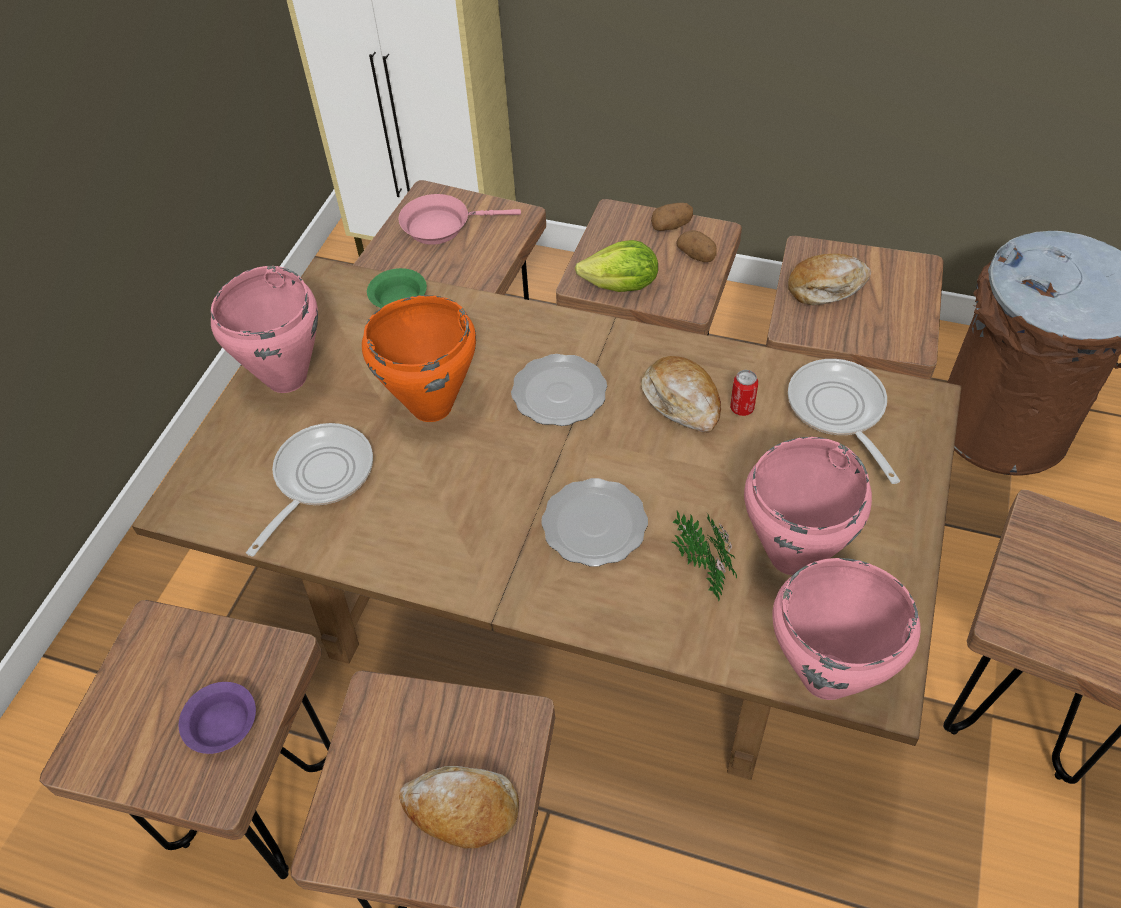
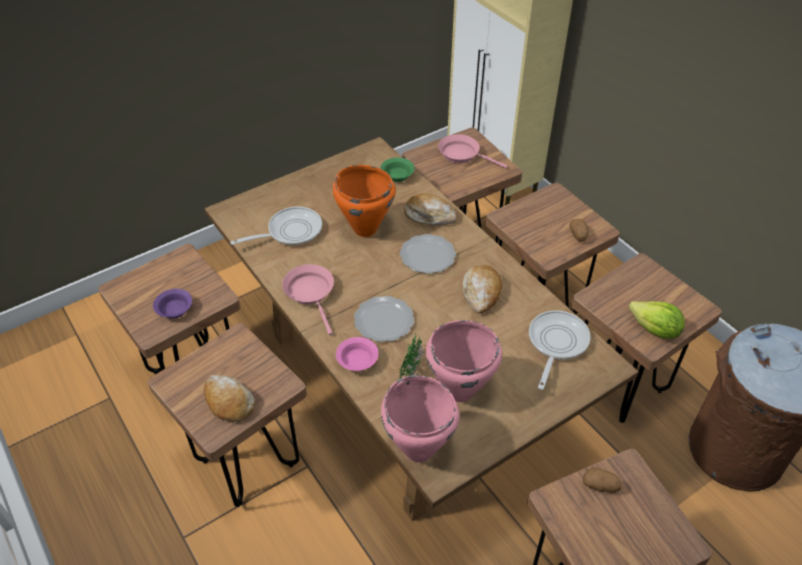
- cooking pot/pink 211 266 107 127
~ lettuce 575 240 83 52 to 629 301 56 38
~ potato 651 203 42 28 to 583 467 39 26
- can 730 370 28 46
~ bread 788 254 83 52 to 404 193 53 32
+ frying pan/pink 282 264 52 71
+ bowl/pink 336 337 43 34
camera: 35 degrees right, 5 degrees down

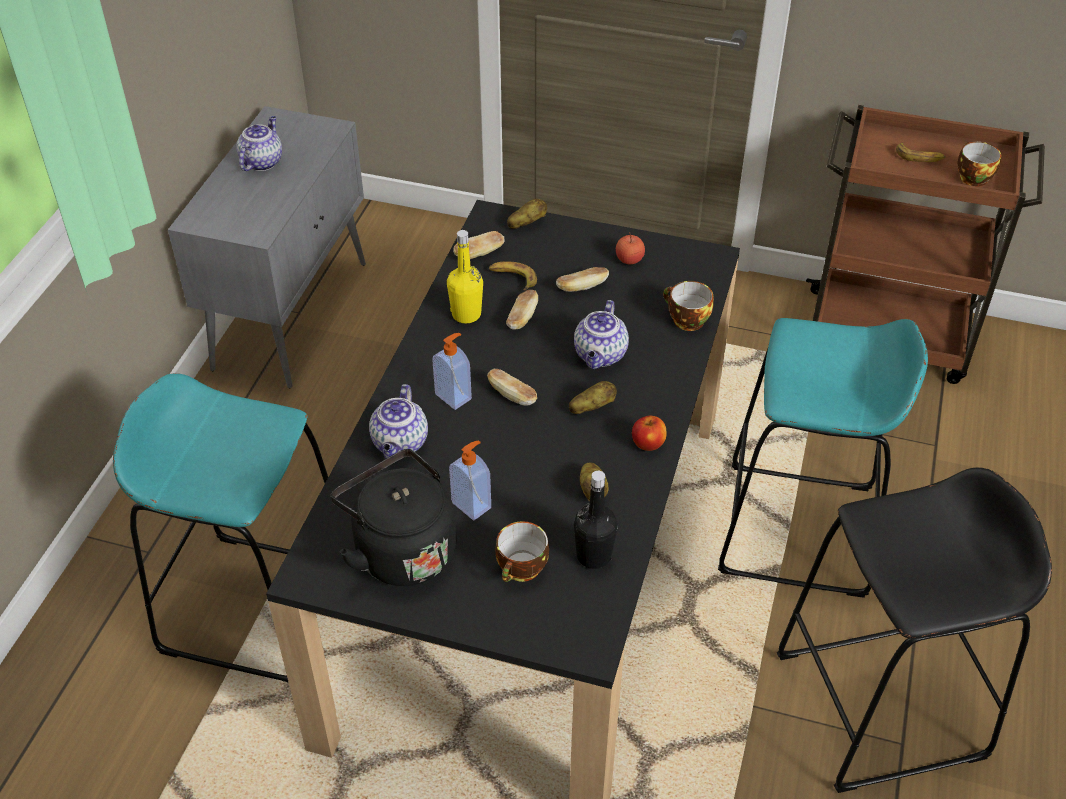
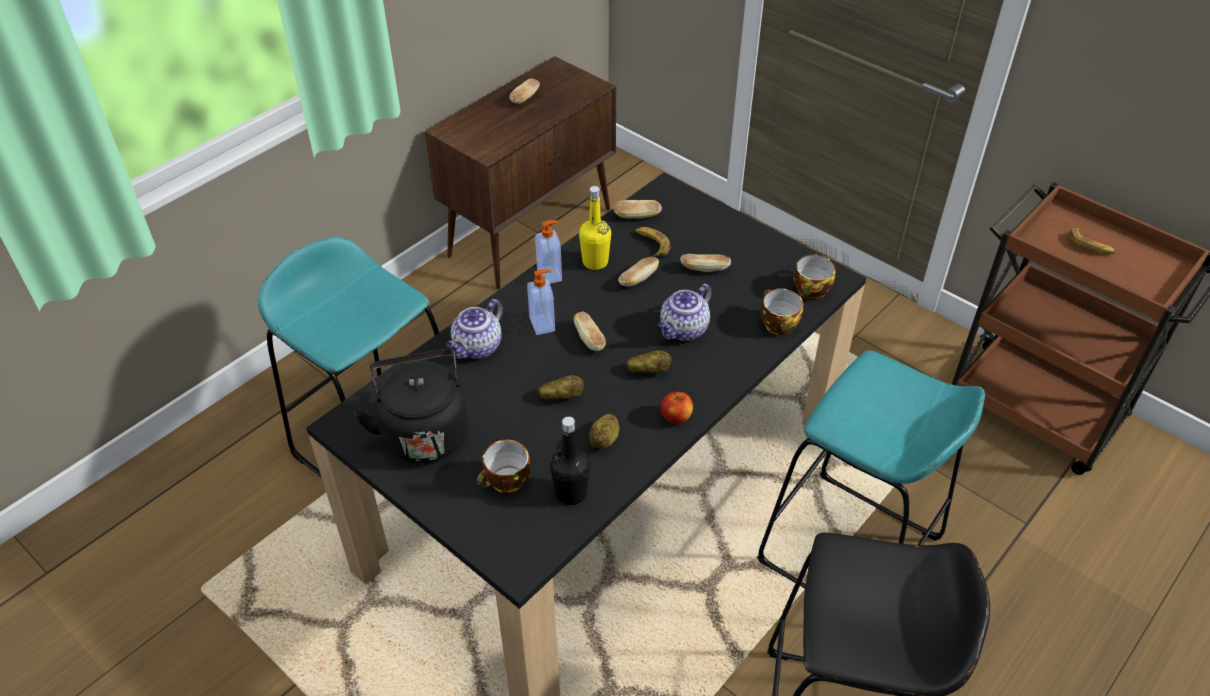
~ cabinet/grey 168 106 198 282 to cabinet/brown 425 56 191 233
~ teapot 236 116 46 55 to bread 509 78 31 26
~ soap dispenser 449 440 42 80 to 535 220 27 64
~ potato 507 199 40 30 to 538 375 46 25
- apple 616 232 29 32
~ cup 957 142 44 45 to 794 254 42 46
camera: 25 degrees right, 0 degrees up

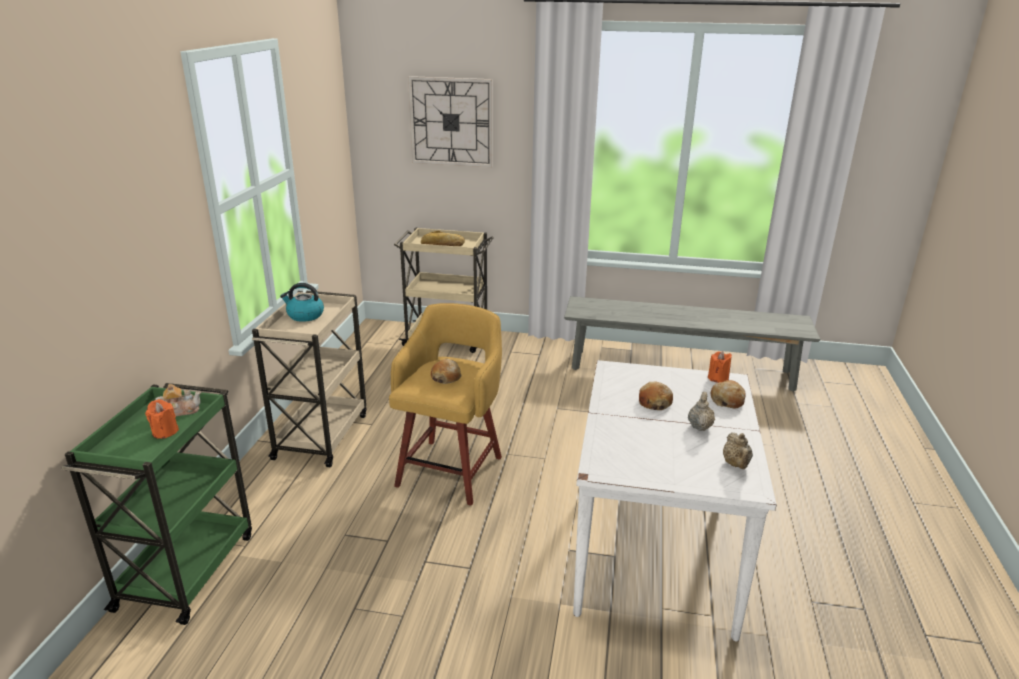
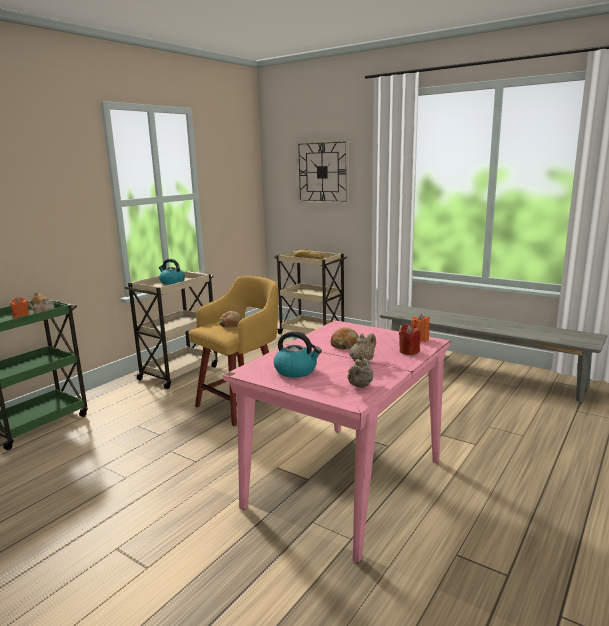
~ dining table/white 573 360 203 281 to dining table/pink 223 320 228 243
~ bread 710 380 36 29 to candle/red 399 324 21 31
+ kettle 274 331 48 47
camera: 25 degrees right, 10 degrees down

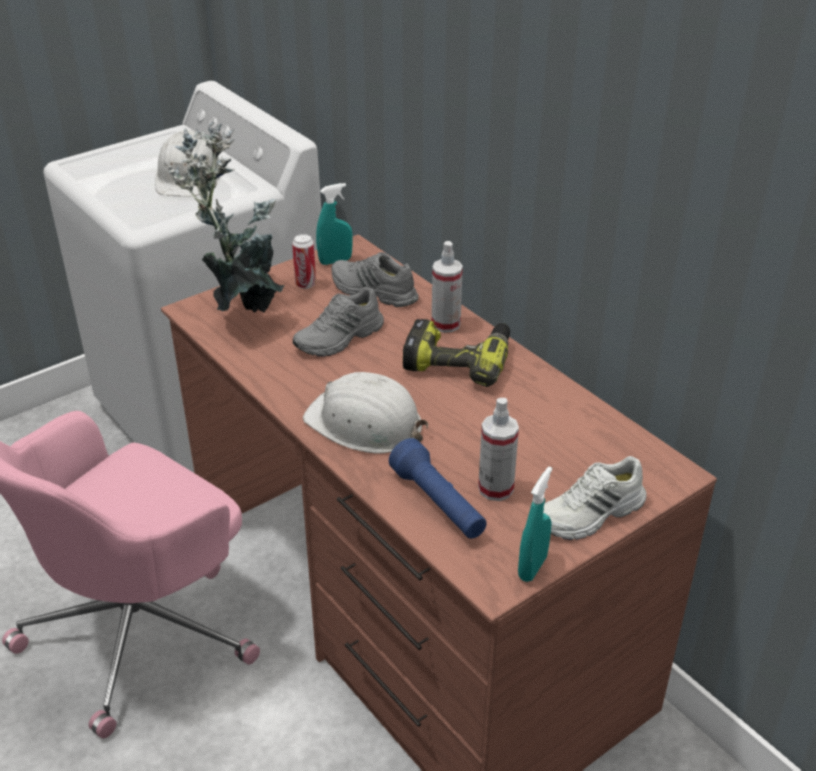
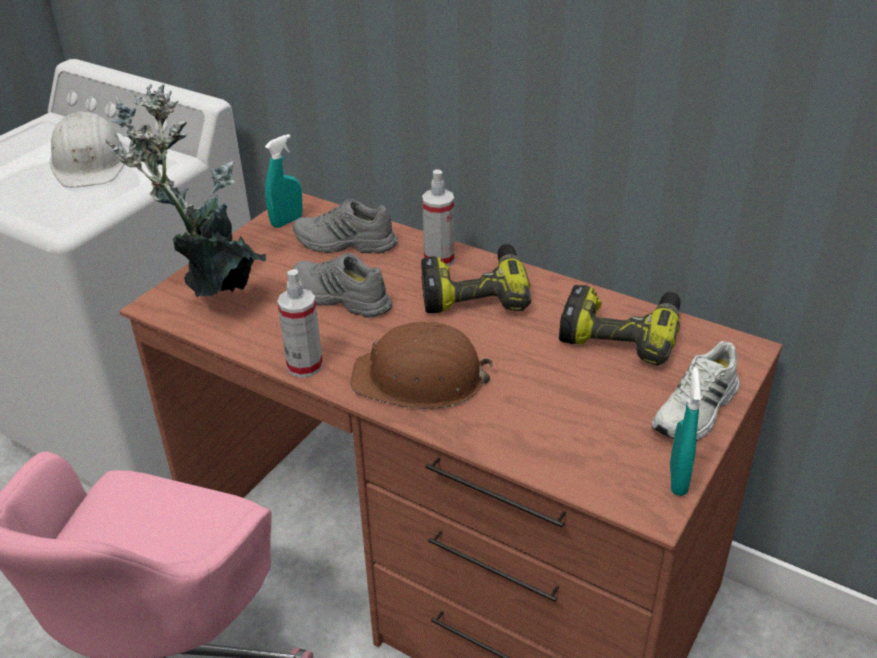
- can 292 234 24 55
~ shoe/grey 293 287 91 70 = 293 253 99 64 90 degrees clockwise
~ hard hat/white 303 372 126 82 to hard hat/brown 350 322 143 87
- flashlight/blue 389 438 98 101
~ spray bottle 478 398 41 103 to 277 269 46 109
+ power drill 559 285 121 81
camera: 20 degrees left, 0 degrees up

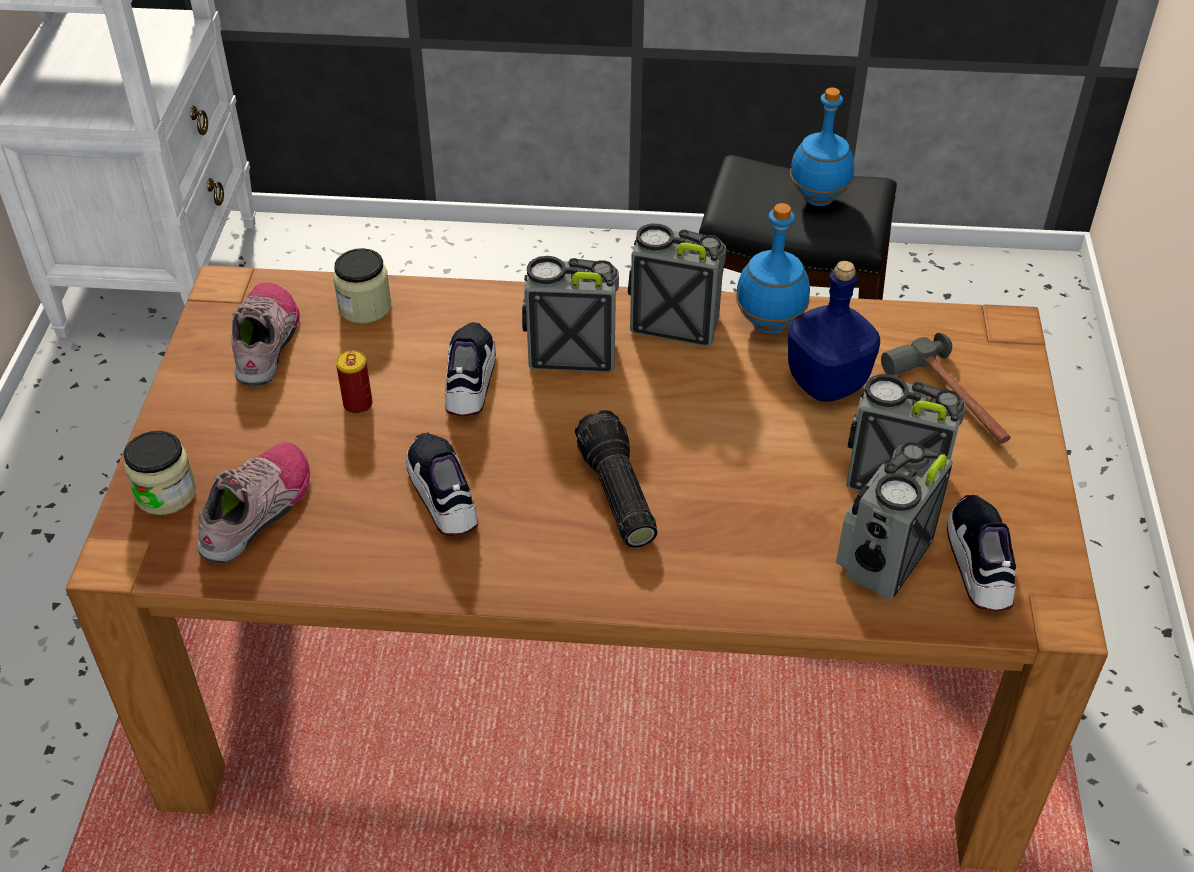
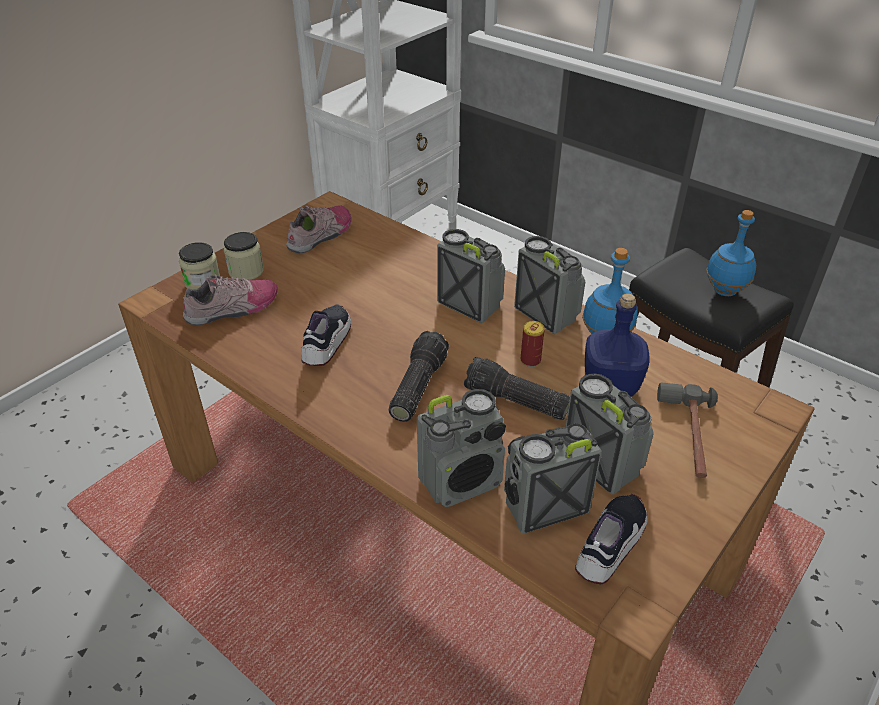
~ jar 333 248 58 76 to 224 232 40 48
~ can 336 351 36 63 to 520 321 25 46
- shoe 445 322 51 94
+ radio 417 389 89 118
+ flashlight 464 357 106 63
camera: 35 degrees right, 5 degrees down

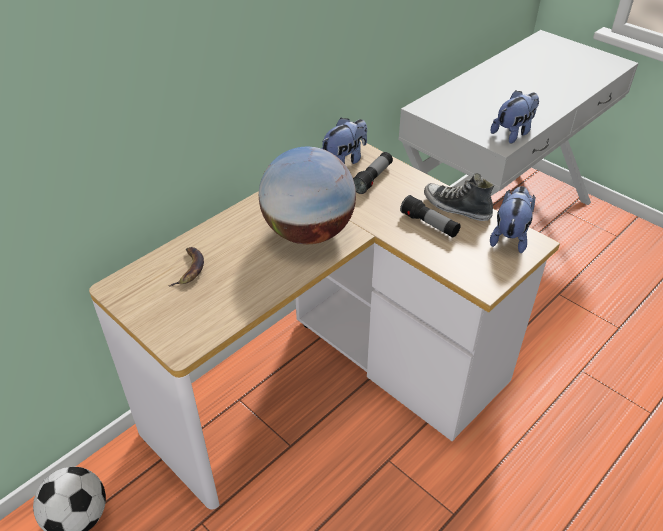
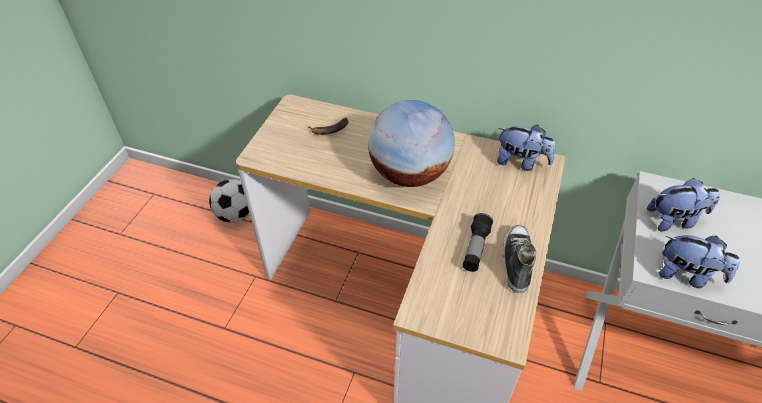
- flashlight 353 152 40 42
~ plush toy 490 186 45 67 to 647 178 73 54
camera: 65 degrees right, 5 degrees up

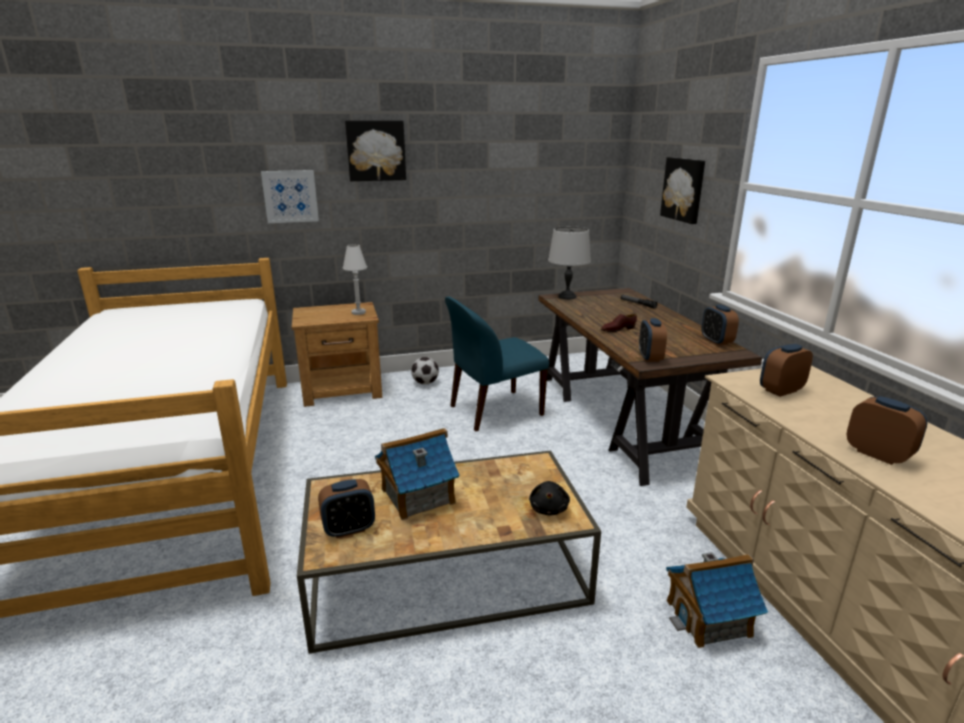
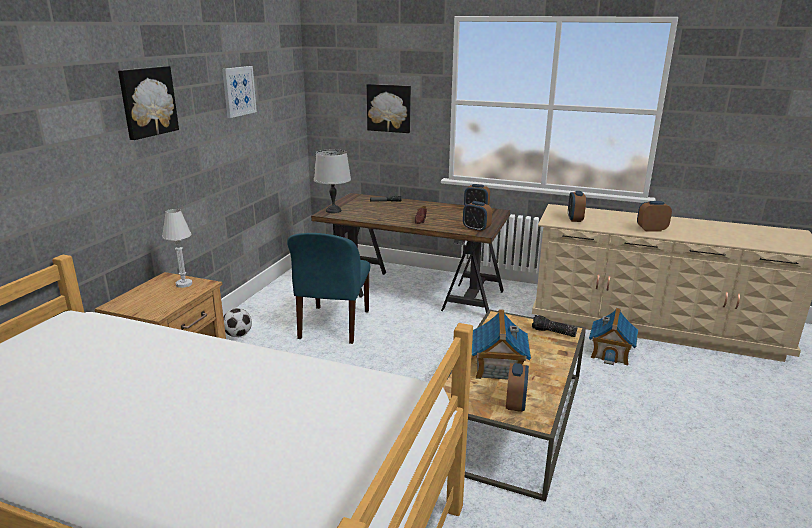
~ picture 261 170 58 53 to 222 66 35 52
~ plush toy/black 529 481 41 34 to flashlight 532 315 45 22
camera: 55 degrees left, 0 degrees up

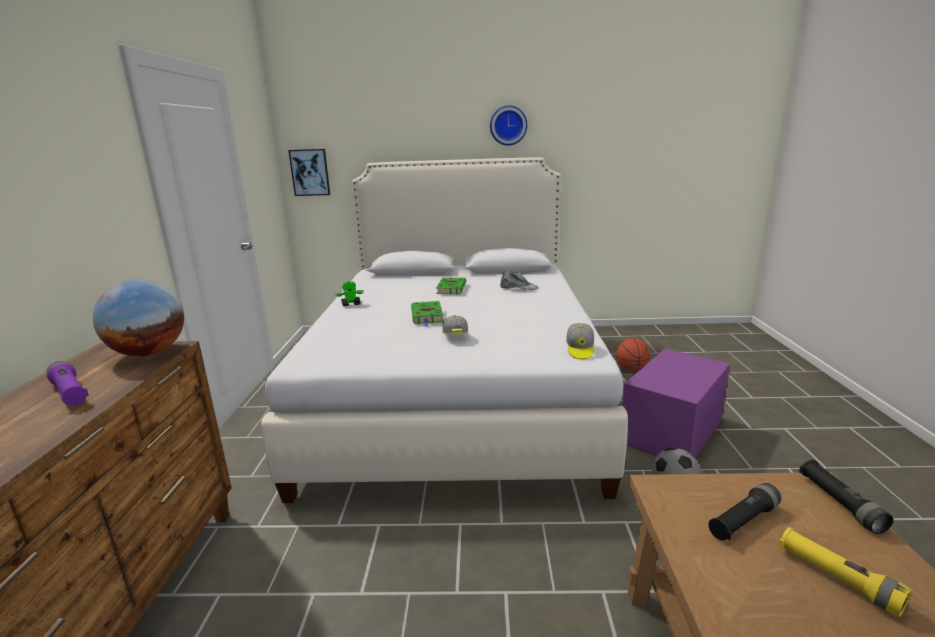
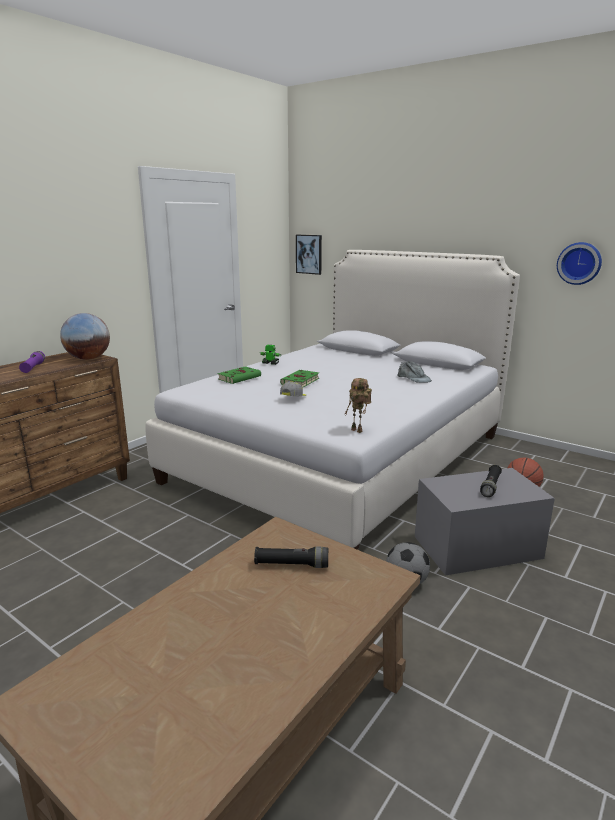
~ book/green 436 278 30 16 to 218 366 43 18
~ wall clock 490 105 37 41 to 557 242 45 43
~ cap 566 323 28 36 to toy robot 345 378 27 55
~ storage box/purple 622 349 108 109 to storage box/grey 415 468 140 108
- flashlight/yellow 778 527 134 90
~ flashlight/black 799 460 94 74 to 480 465 22 32
camera: 35 degrees right, 0 degrees up

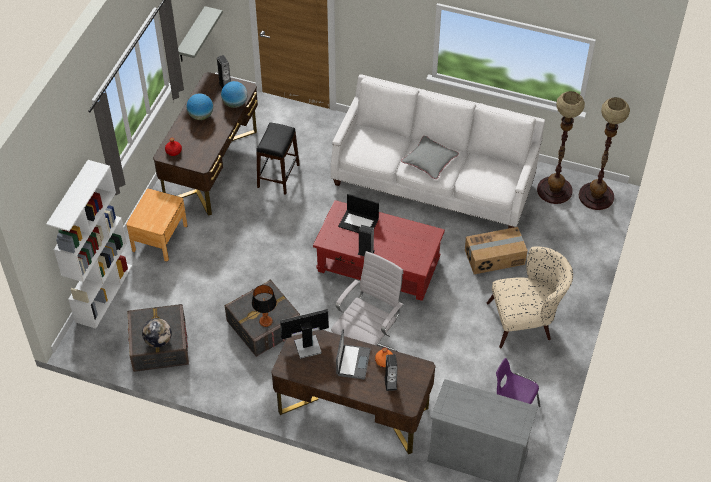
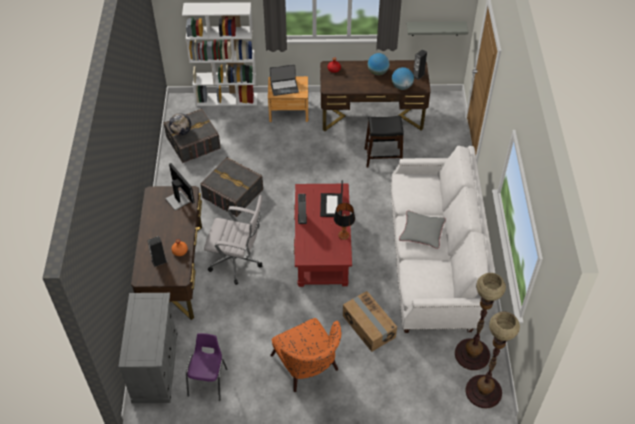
~ table lamp 252 285 25 42 to 334 203 21 37
~ laptop 336 329 35 51 to 270 64 29 32
~ armchair/beige 487 246 86 102 to armchair/orange 270 318 71 74
camera: 70 degrees right, 0 degrees up

